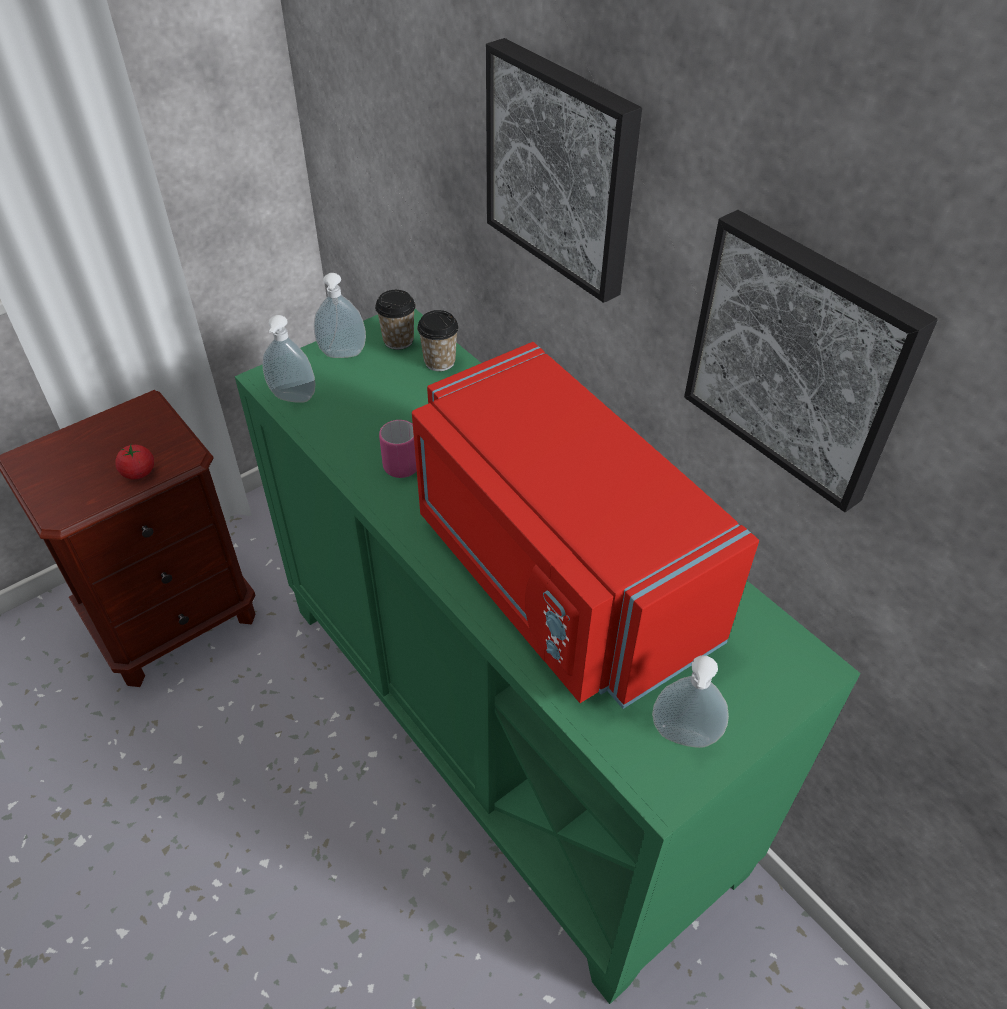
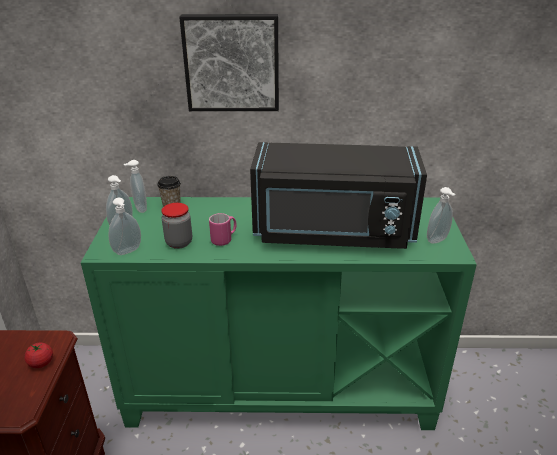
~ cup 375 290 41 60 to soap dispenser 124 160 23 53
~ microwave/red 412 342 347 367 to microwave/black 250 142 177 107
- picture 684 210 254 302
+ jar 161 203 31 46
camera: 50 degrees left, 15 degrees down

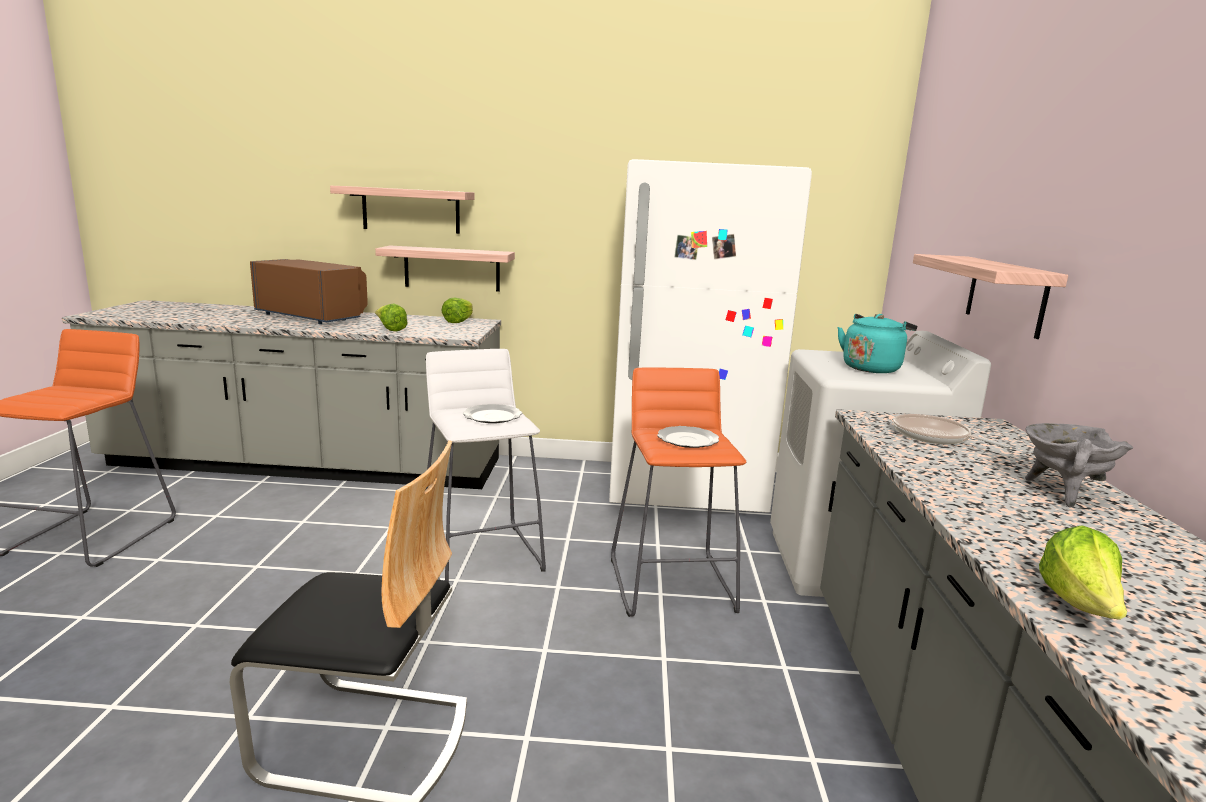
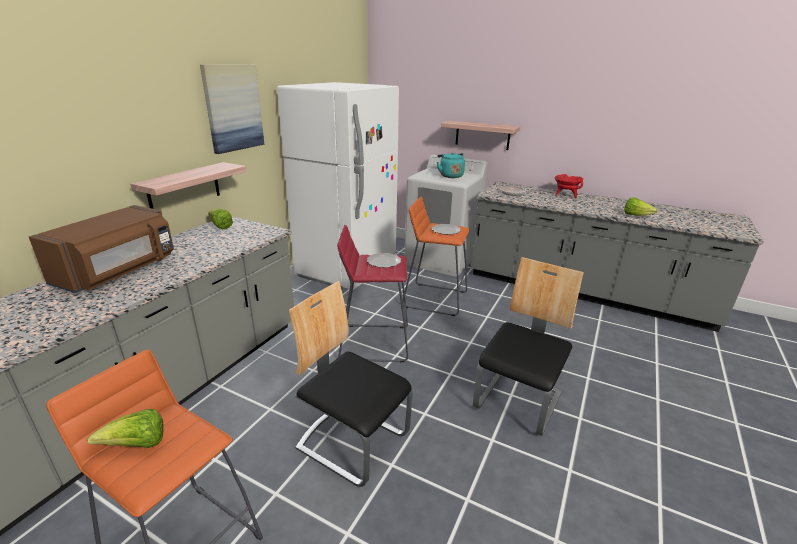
~ microwave/brown 250 259 118 65 = 29 205 145 88 150 degrees clockwise
- shelf 330 186 145 48
~ lettuce 375 303 33 28 to 88 409 76 39
~ stool/white 425 349 121 233 to stool/red 337 225 71 137
~ cooking pot/grey 1025 423 108 84 to cooking pot/red 554 174 29 24
+ picture 200 64 64 90
+ chair 289 281 124 206
camera: 65 degrees left, 10 degrees up

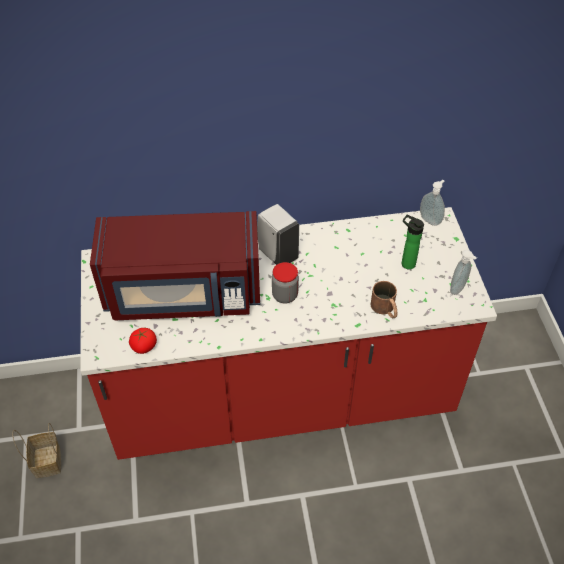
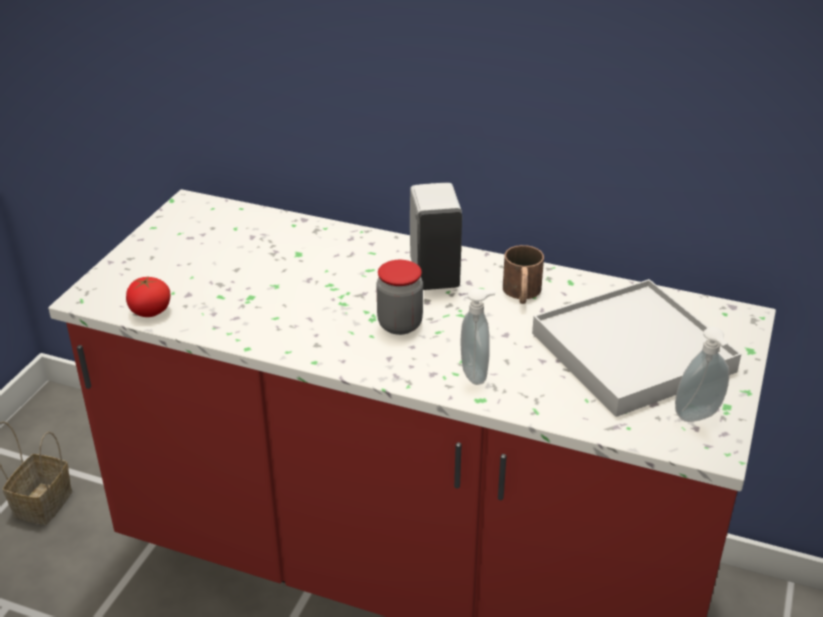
- microwave/red 90 211 170 109
~ mug/brown 370 281 27 37 to 503 245 41 59
~ bottle 401 215 23 55 to tray/white 532 279 209 138
~ soap dispenser 420 180 25 46 to 460 288 36 97
camera: 30 degrees right, 15 degrees down

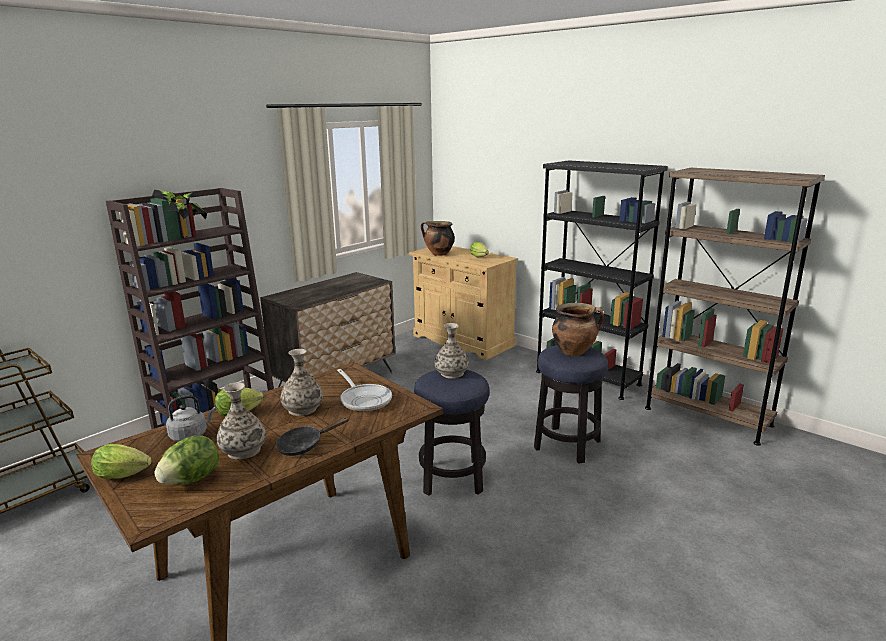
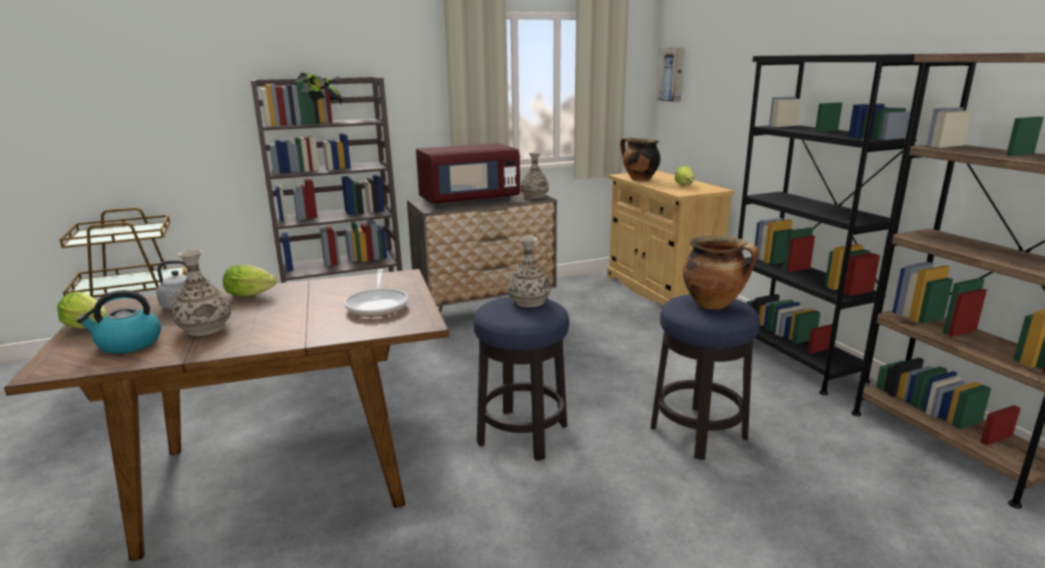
~ lettuce 154 435 65 50 to kettle 77 290 84 64
- frying pan/black 276 417 73 39
~ vase 281 349 42 67 to 520 152 29 47
+ microwave/red 416 143 104 63
+ picture 657 47 28 55
camera: 25 degrees right, 0 degrees up

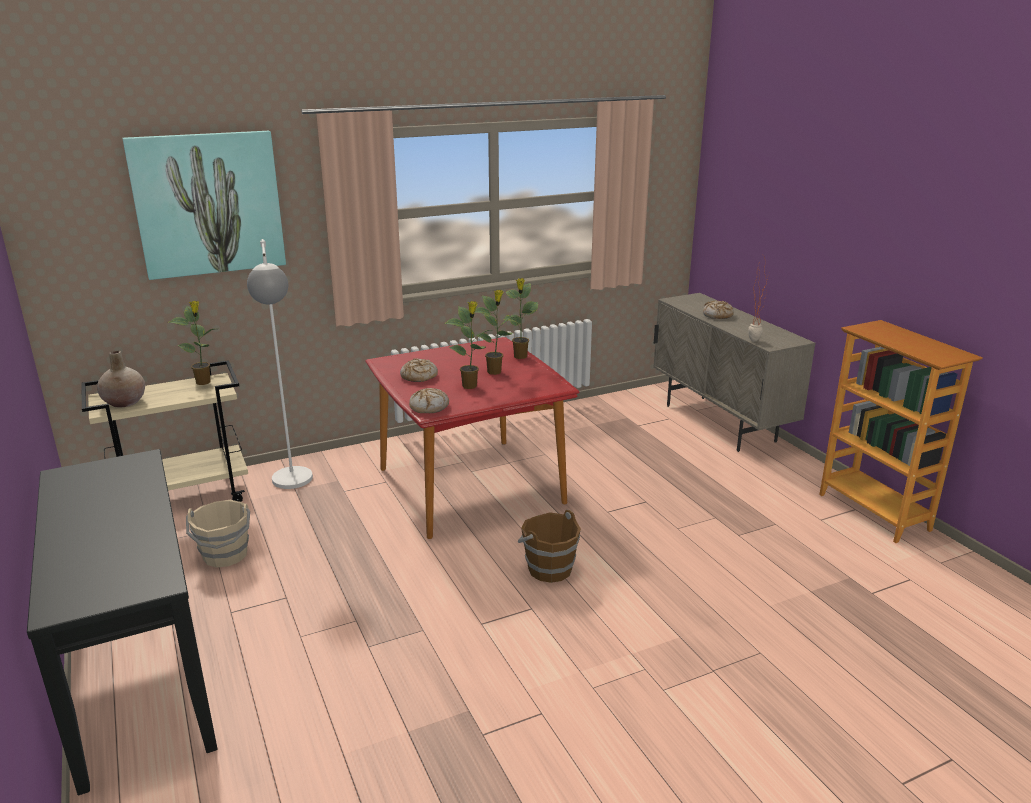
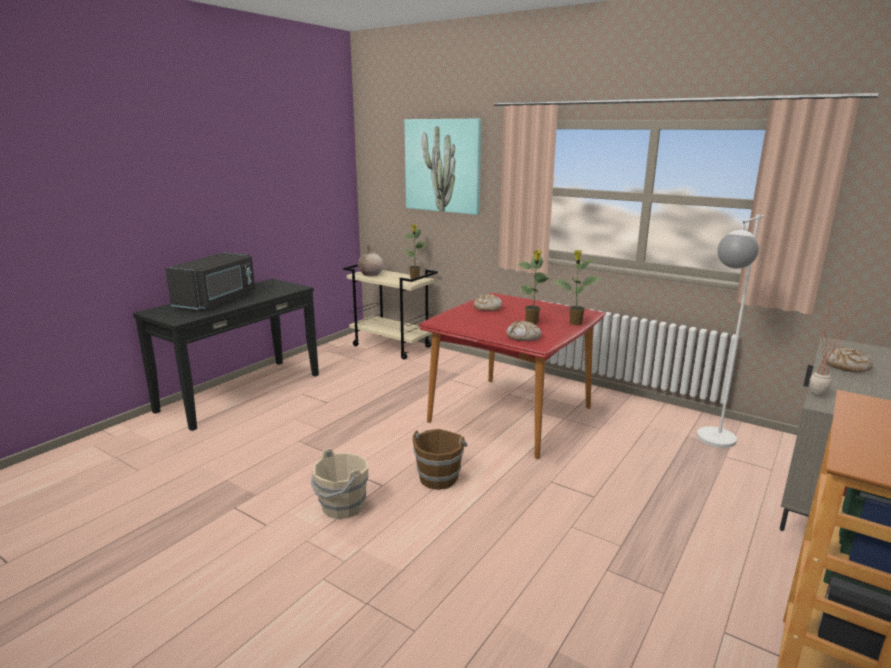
~ bucket/beige 186 500 64 67 to 311 448 58 71
~ floor lamp/white 247 239 66 250 to 697 215 67 233
~ bread 409 388 40 25 to 506 321 35 20
- potted plant 444 301 48 88
+ microwave/black 165 252 90 57
camera: 60 degrees right, 5 degrees down

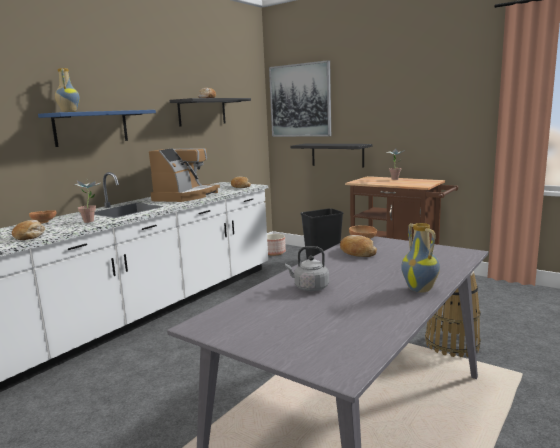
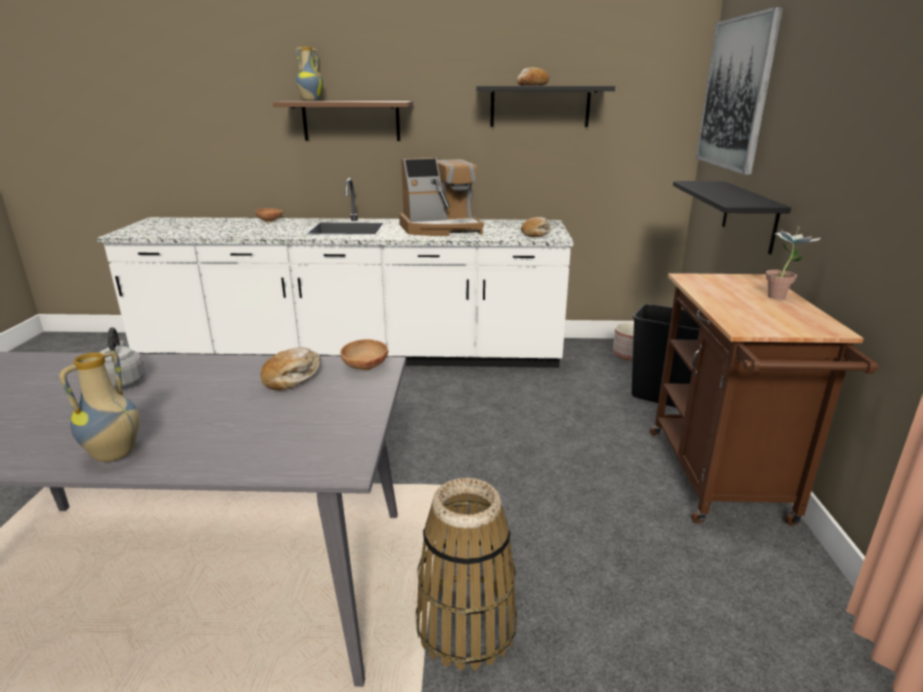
- bread 12 220 33 20
~ shelf/blue 38 110 118 37 to shelf/brown 273 101 140 40
- potted plant 75 178 26 45
camera: 55 degrees right, 10 degrees up

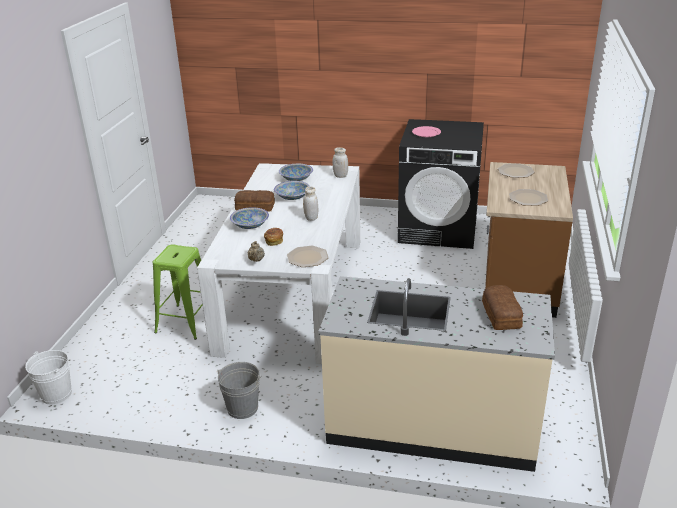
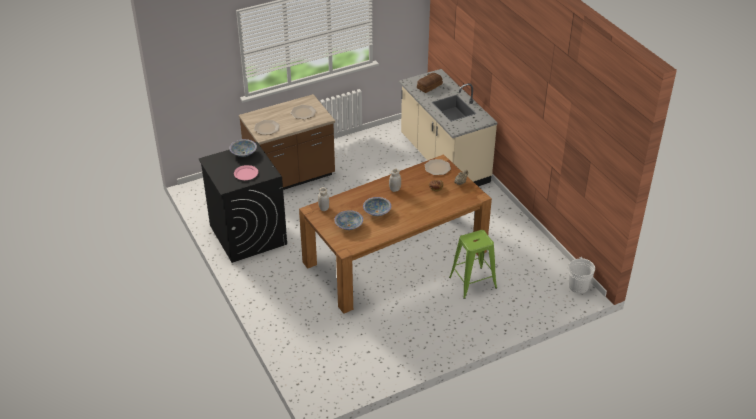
~ dining table/white 197 163 163 201 to dining table/brown 299 155 193 159
- bucket/grey 217 362 45 57
~ bowl 230 207 39 22 to 229 139 28 18
- bread 234 190 41 21
camera: 130 degrees left, 10 degrees up

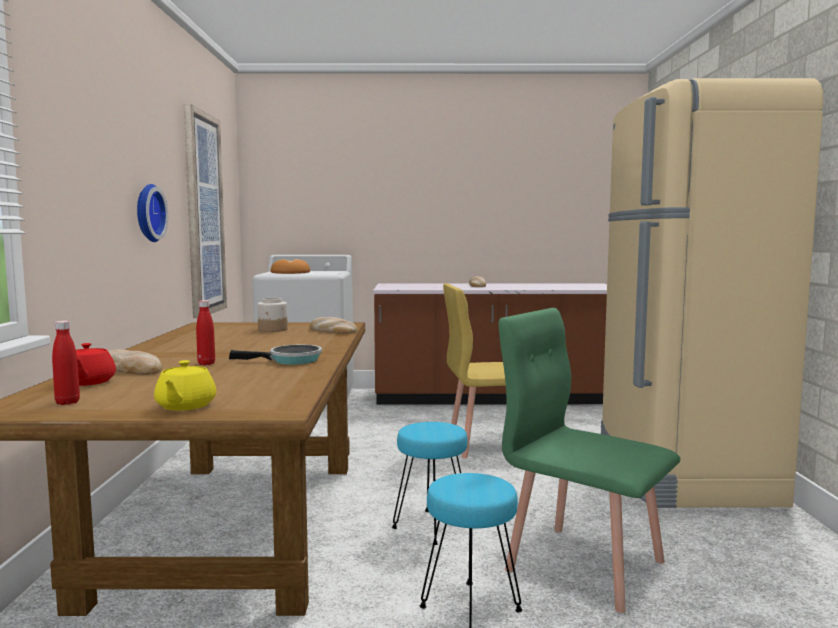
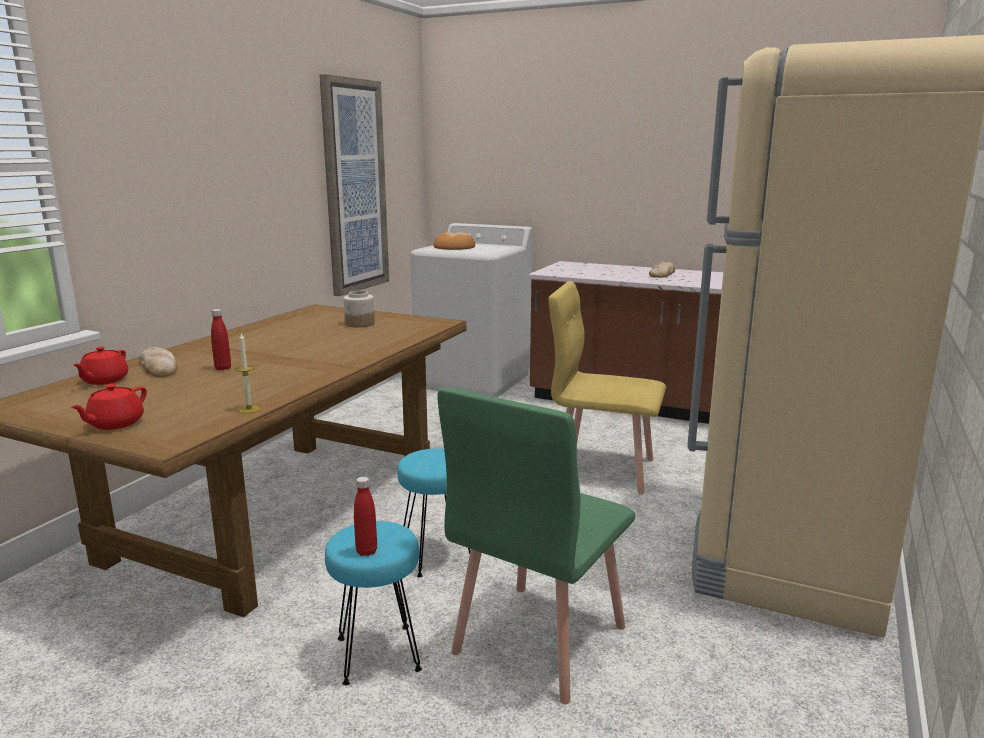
~ bottle/red 52 321 28 84 to 354 477 23 79
- wall clock 137 184 31 58
~ teapot/yellow 154 360 62 51 to teapot/red 70 384 77 46
- frying pan 229 345 93 20
- bread 309 317 48 17
~ chair/green 499 308 181 305 = 437 388 198 316 120 degrees counterclockwise
+ candle 235 334 25 79
camera: 25 degrees right, 10 degrees up

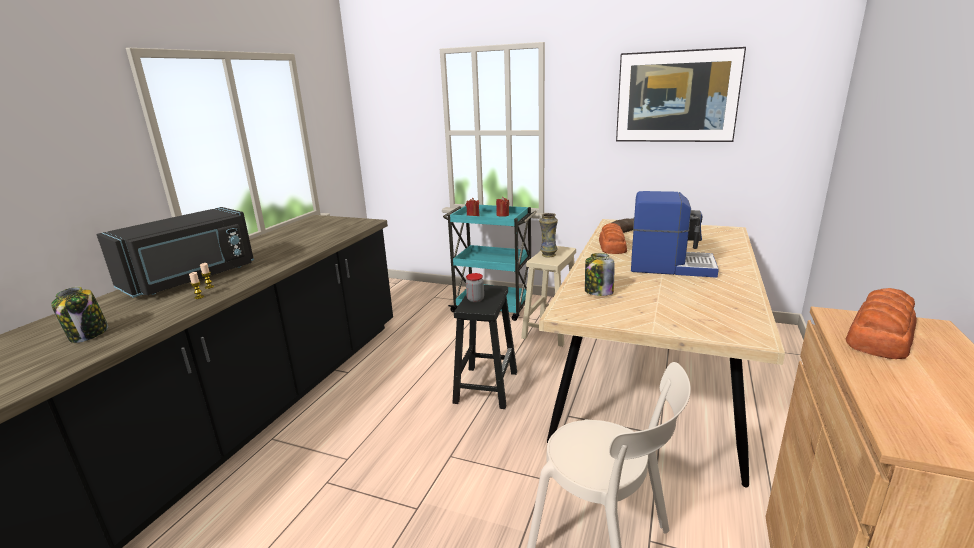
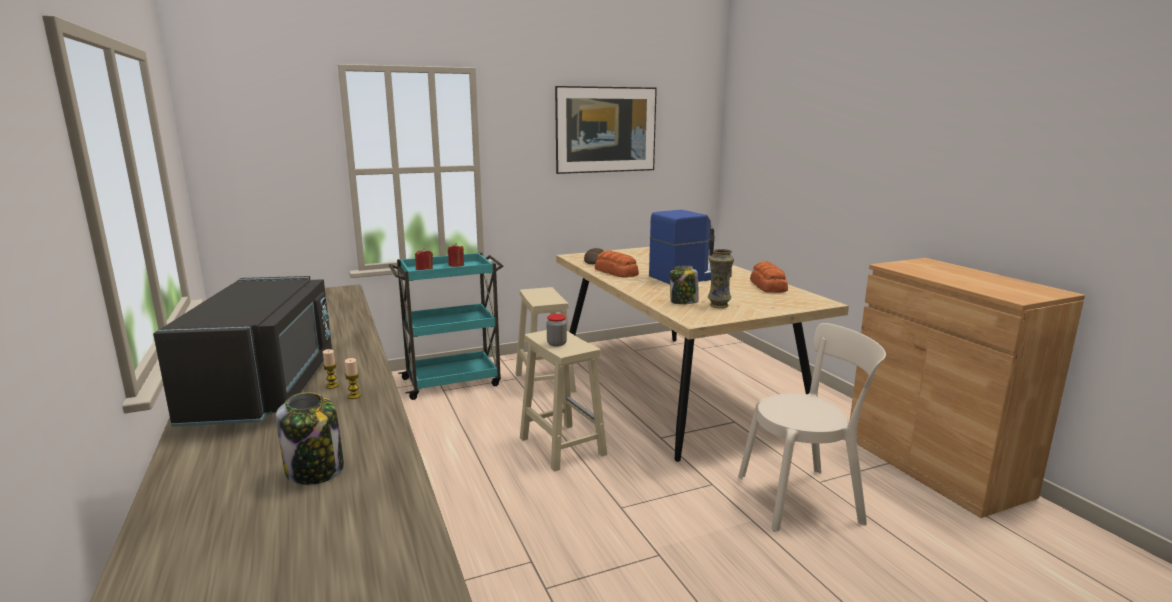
~ stool/black 453 285 64 124 to stool/beige 520 330 87 141
~ vase 539 213 19 44 to 708 249 26 59
~ bread 846 288 71 71 to 750 262 38 31
camera: 45 degrees left, 5 degrees down

